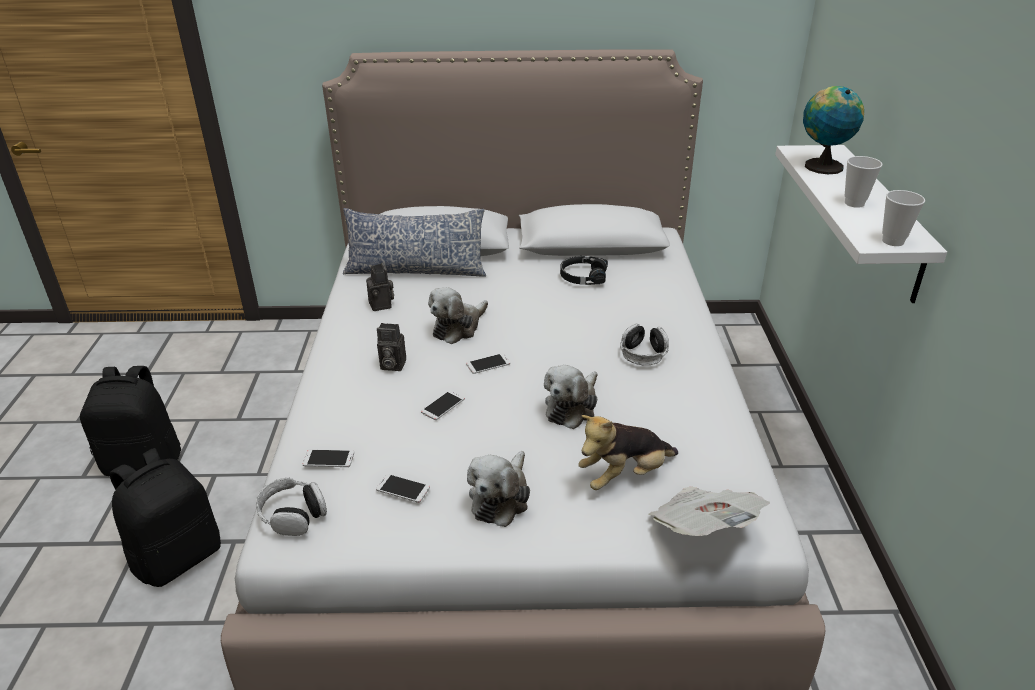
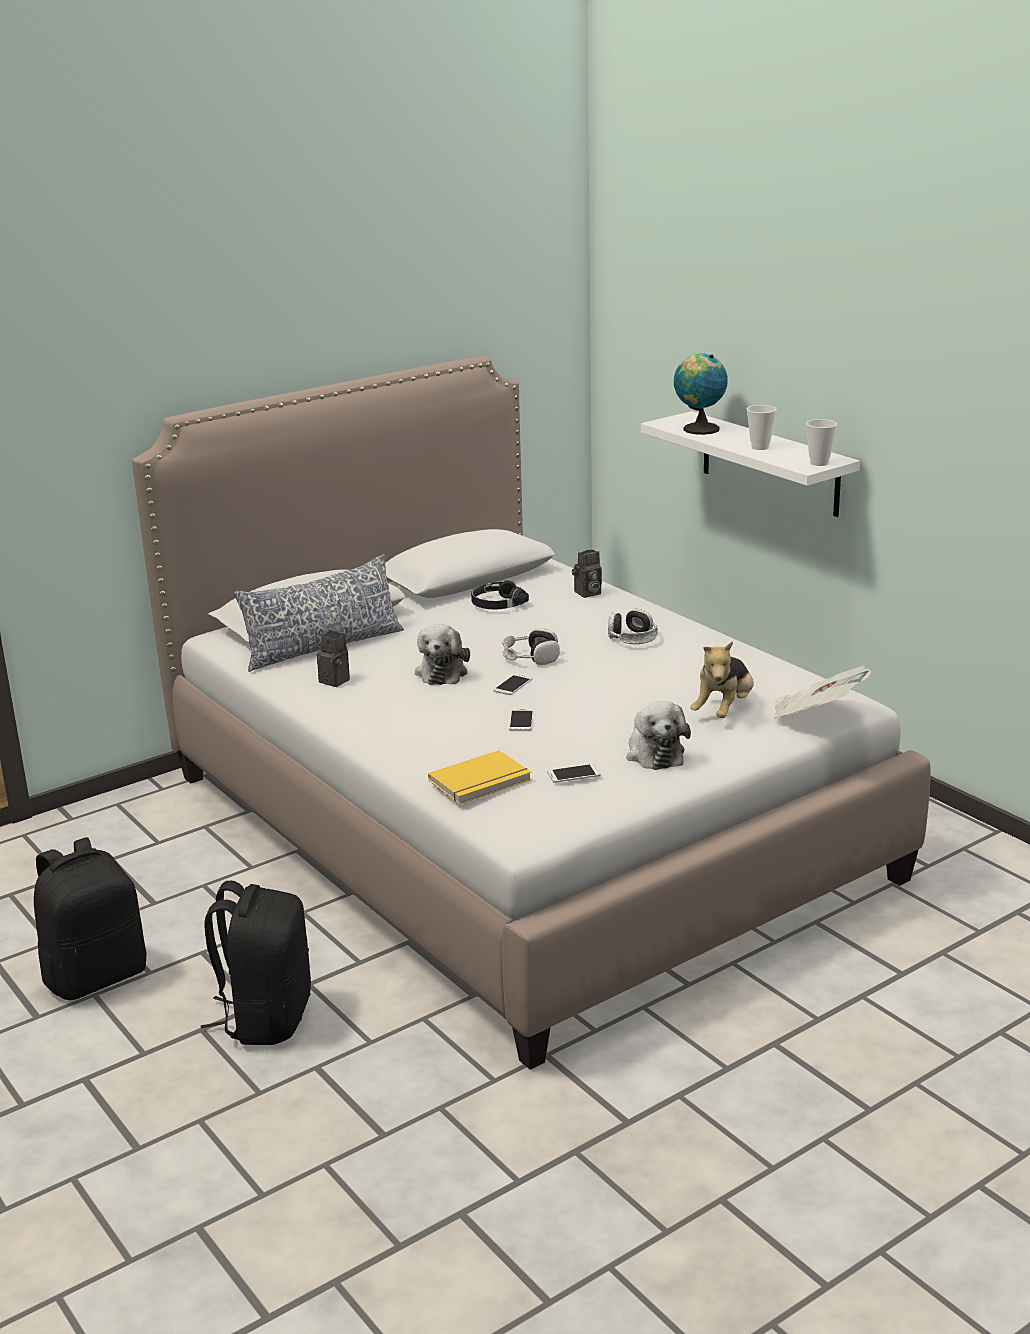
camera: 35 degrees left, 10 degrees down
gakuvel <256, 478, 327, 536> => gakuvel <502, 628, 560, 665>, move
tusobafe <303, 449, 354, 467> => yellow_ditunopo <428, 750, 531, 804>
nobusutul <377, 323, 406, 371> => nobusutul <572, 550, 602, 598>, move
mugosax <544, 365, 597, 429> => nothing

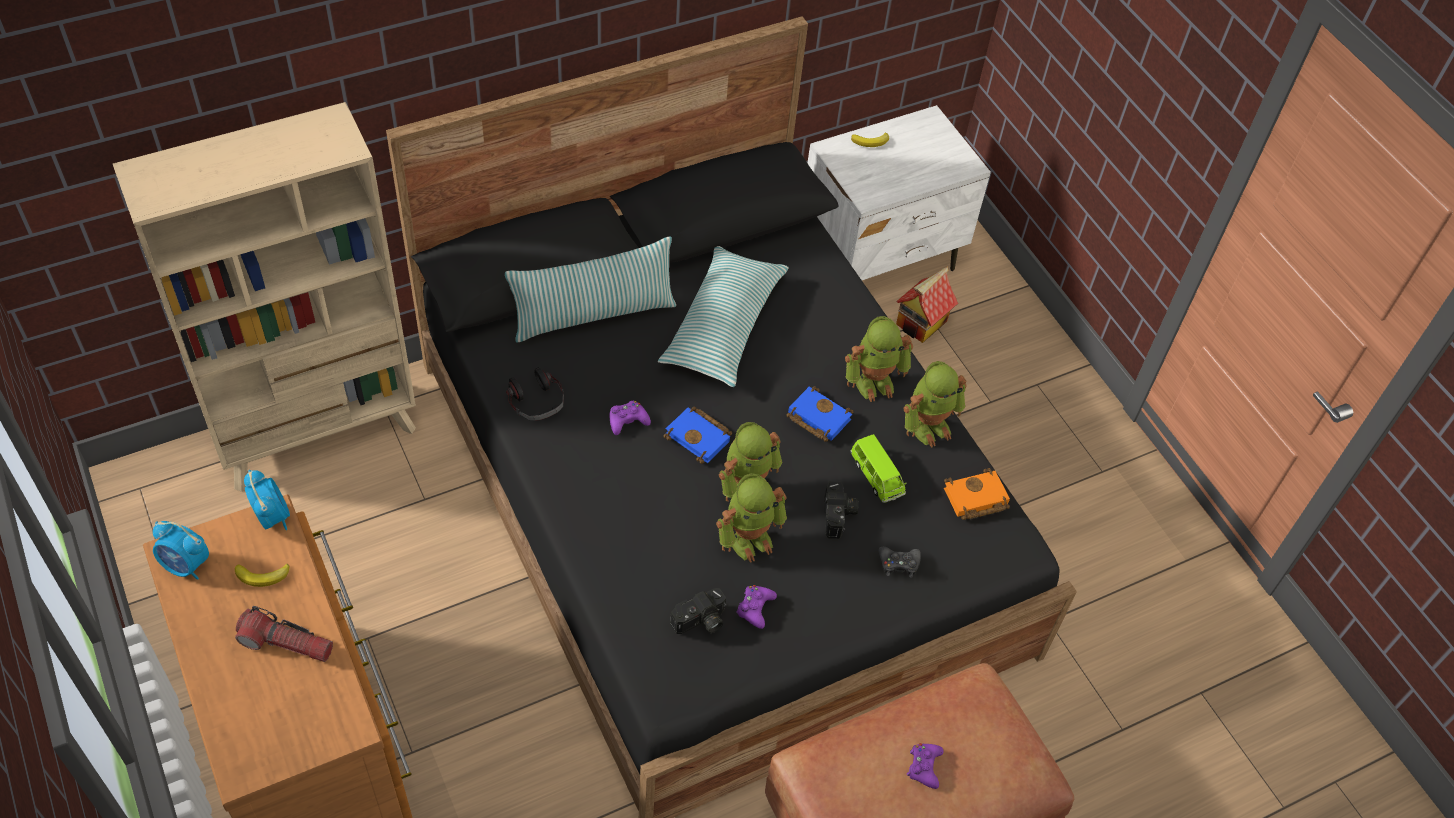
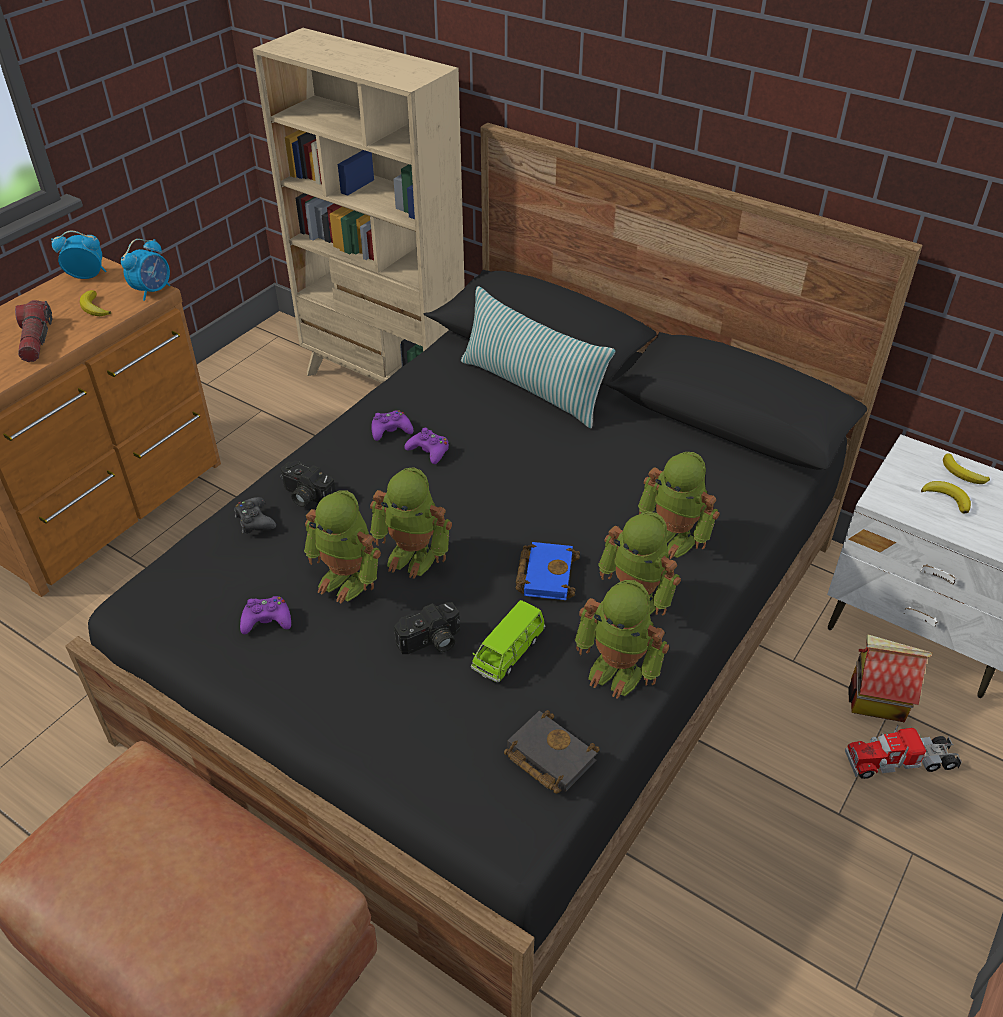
camera: 65 degrees right, 10 degrees down
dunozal <153, 521, 209, 580> => dunozal <51, 231, 106, 279>, 90 degrees clockwise
gakuvel <506, 367, 564, 421> => nothing
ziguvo <658, 246, 789, 387> => nothing
blue_ditunopo <663, 406, 732, 464> => nothing
nobusutul <670, 588, 726, 634> => nobusutul <280, 461, 336, 507>, move
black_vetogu <879, 547, 921, 578> => black_vetogu <234, 497, 276, 534>, move
purple_vetogu <907, 743, 944, 789> => purple_vetogu <372, 410, 413, 441>, move
orange_ditunopo <944, 468, 1010, 520> => black_ditunopo <504, 710, 600, 794>
nothing => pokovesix <638, 452, 720, 559>
nothing => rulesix <845, 724, 962, 779>
nothing => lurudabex <921, 481, 971, 513>

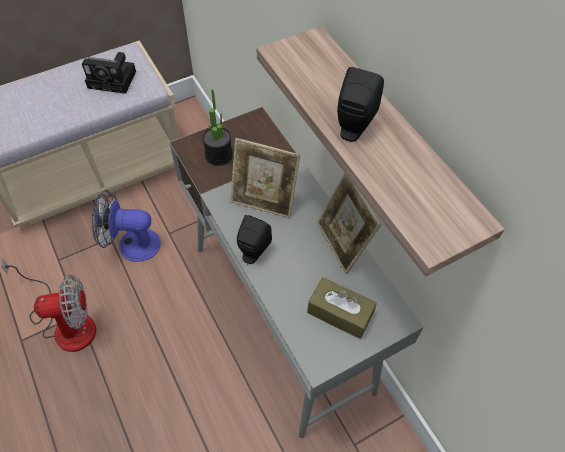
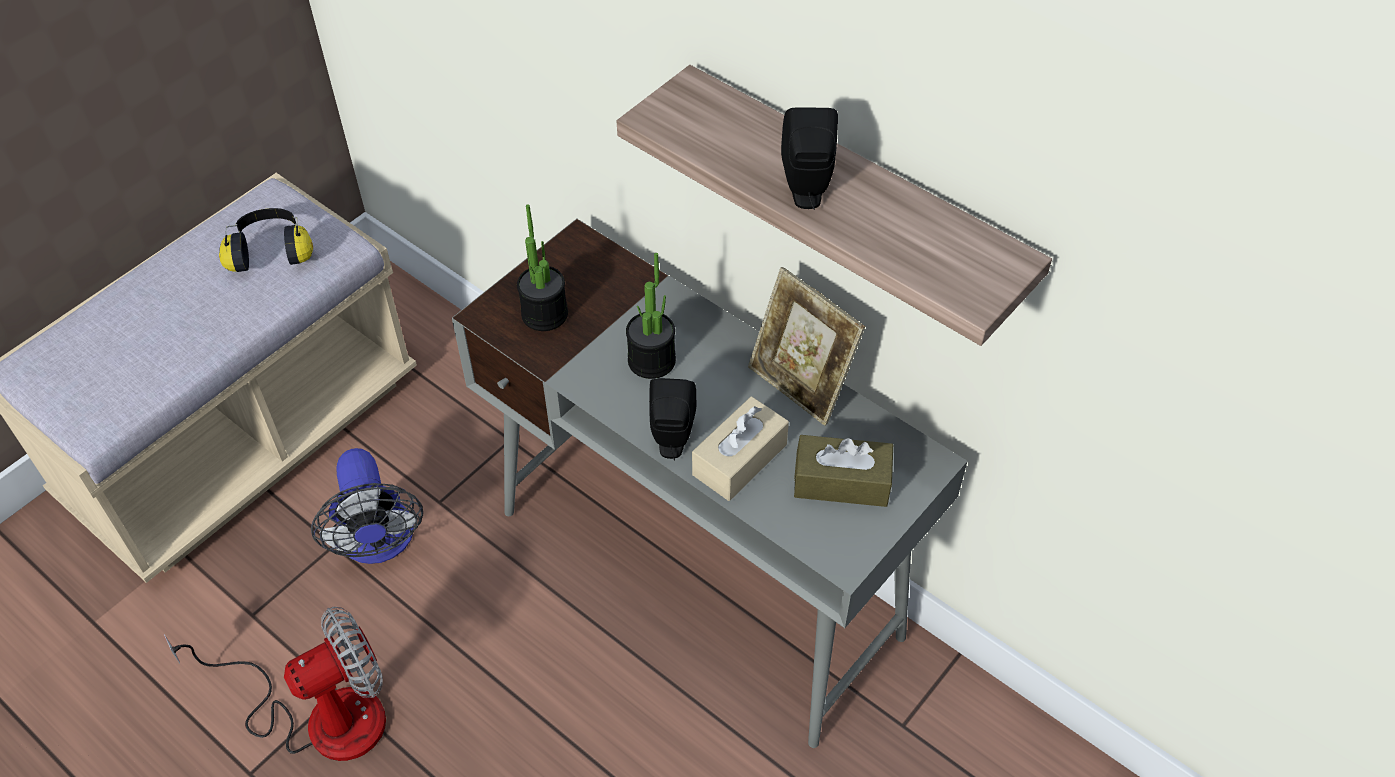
camera: 20 degrees left, 5 degrees down
nobusutul <82, 52, 136, 94> => gakuvel <219, 208, 313, 272>
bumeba <92, 190, 161, 262> => bumeba <311, 448, 423, 564>, 90 degrees counterclockwise
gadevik <230, 138, 301, 218> => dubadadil <626, 253, 676, 379>
nothing => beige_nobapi <692, 396, 789, 501>

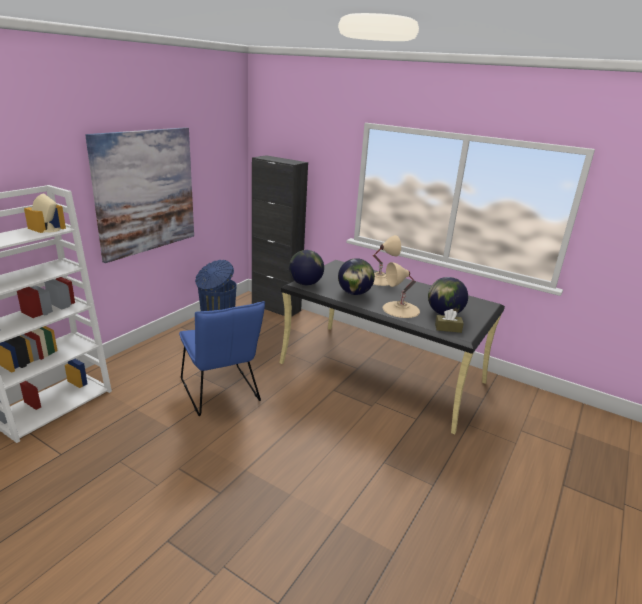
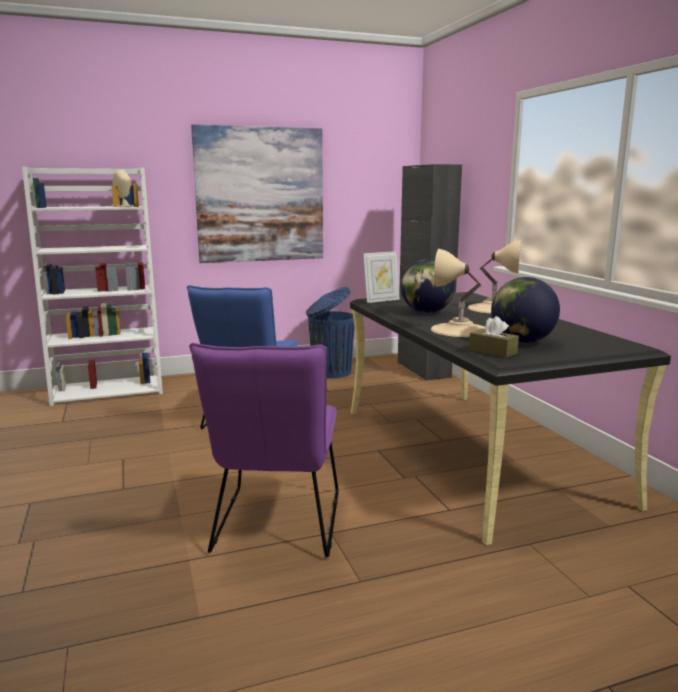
camera: 40 degrees right, 10 degrees down
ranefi <289, 250, 324, 285> => gadevik <363, 251, 400, 303>
nothing => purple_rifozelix <189, 343, 338, 557>

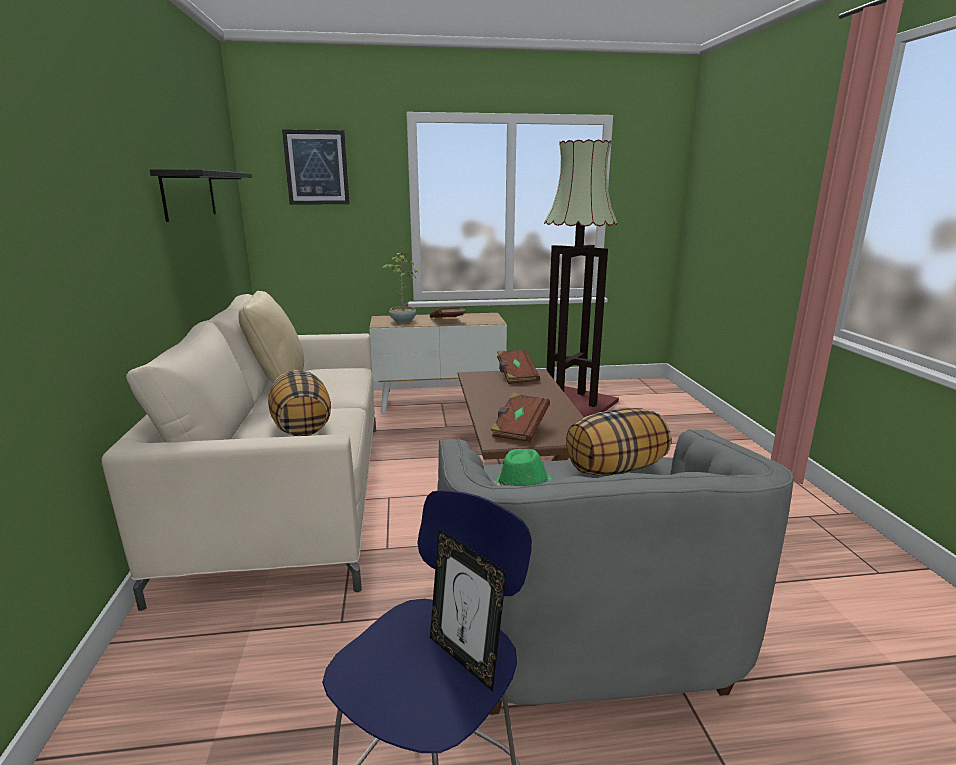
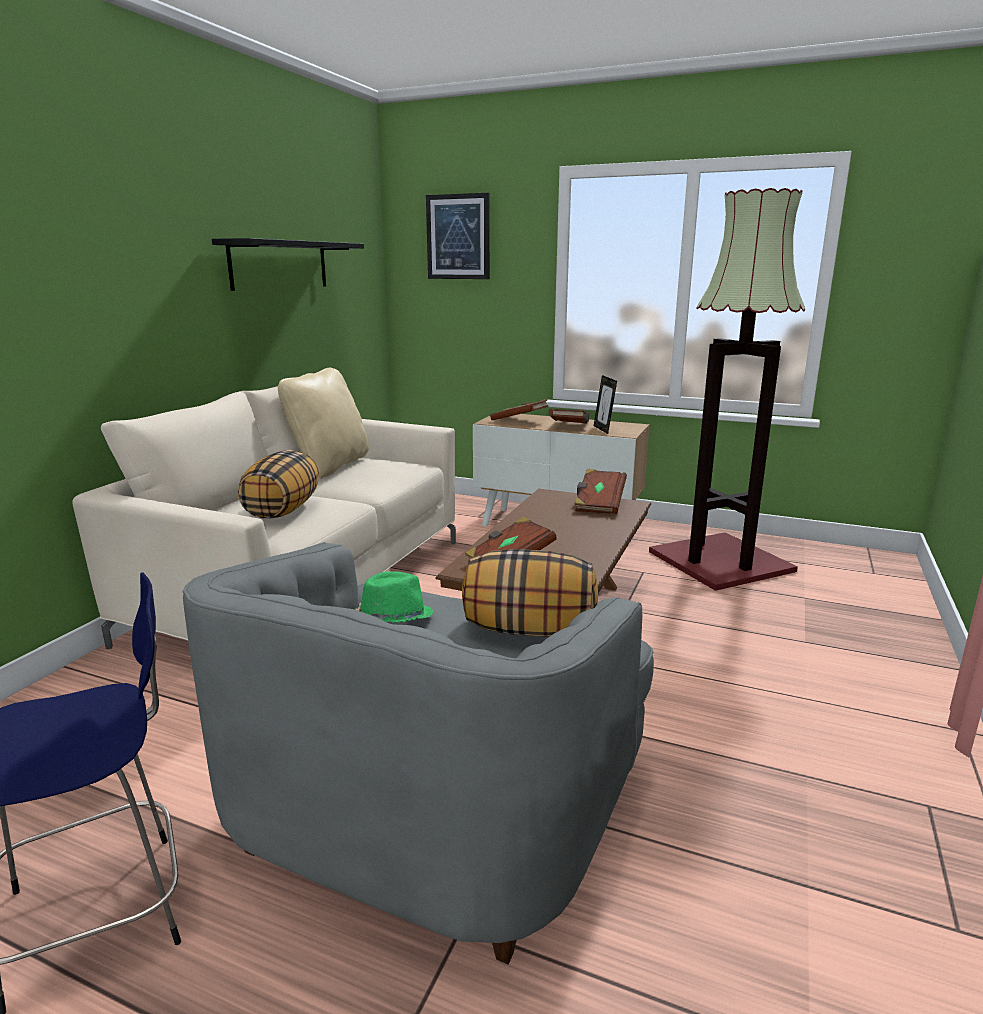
camera: 30 degrees right, 0 degrees up
dubadadil <382, 253, 418, 323> => brown_ditunopo <490, 399, 548, 420>
gadevik <430, 529, 507, 692> => gadevik <594, 375, 617, 434>, move

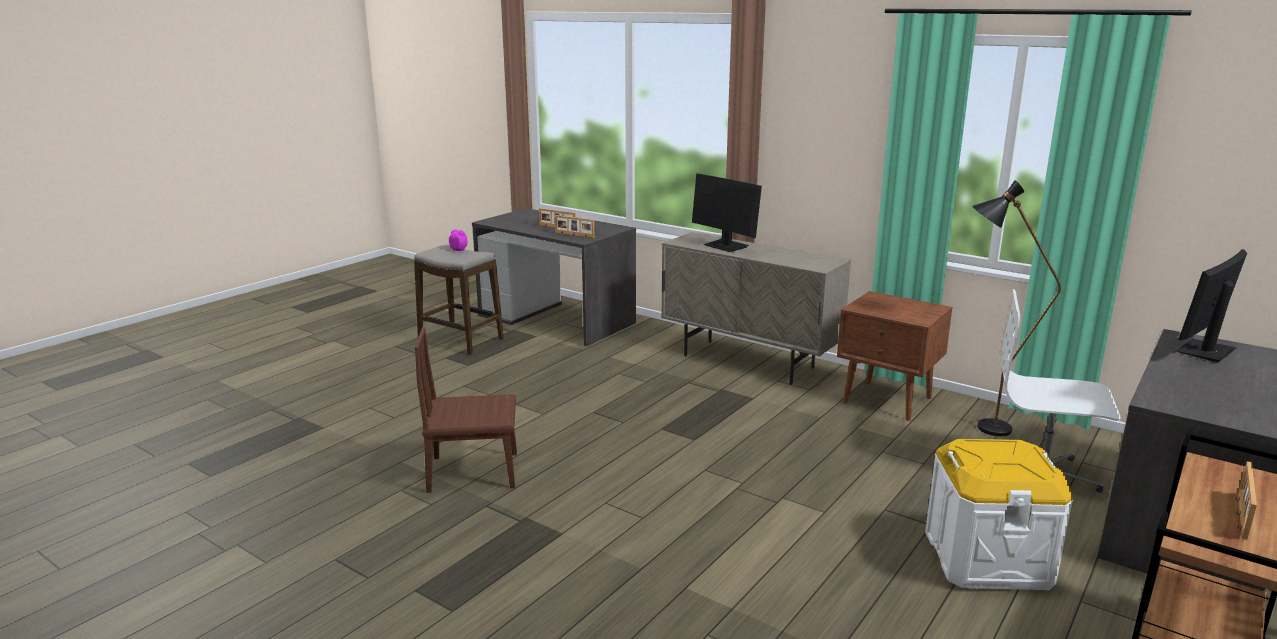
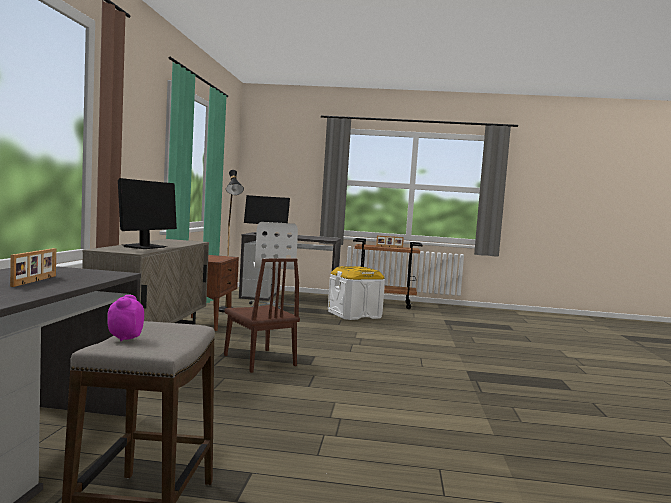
camera: 120 degrees left, 15 degrees down
brown_rifozelix <415, 327, 517, 493> => brown_rifozelix <224, 258, 300, 373>, move
gadevik <555, 215, 594, 238> => nothing

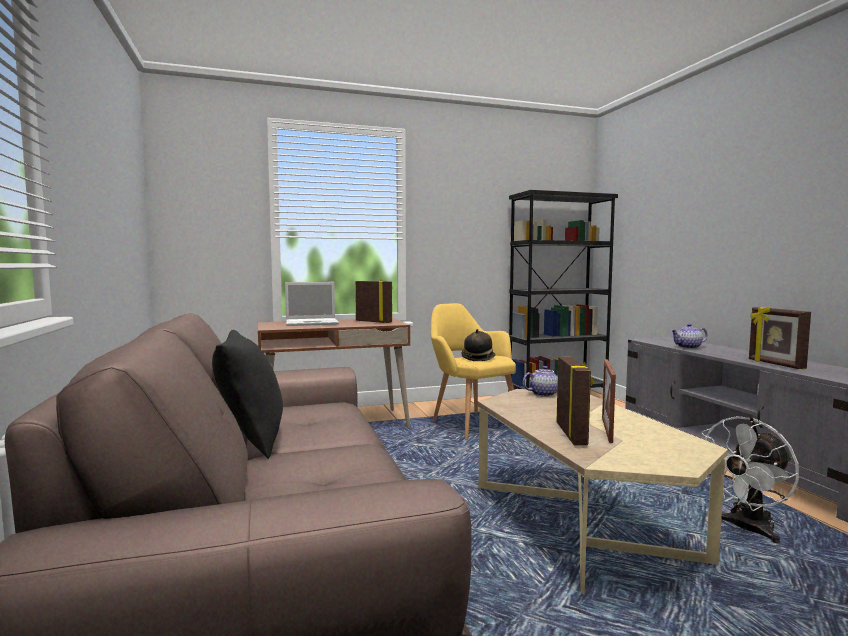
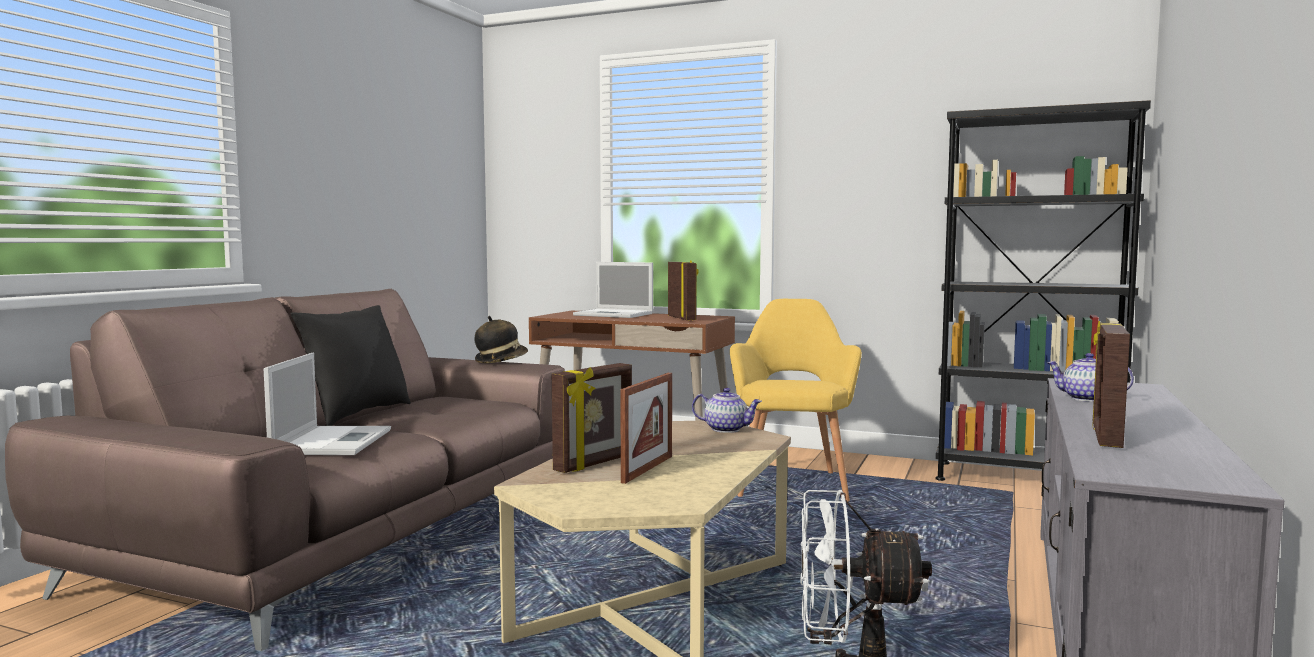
camera: 40 degrees right, 0 degrees up
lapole <462, 329, 496, 361> => lapole <475, 316, 528, 363>, move
gadevik <602, 359, 616, 443> => gadevik <620, 373, 672, 484>, 150 degrees clockwise
nothing => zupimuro <264, 353, 391, 455>

